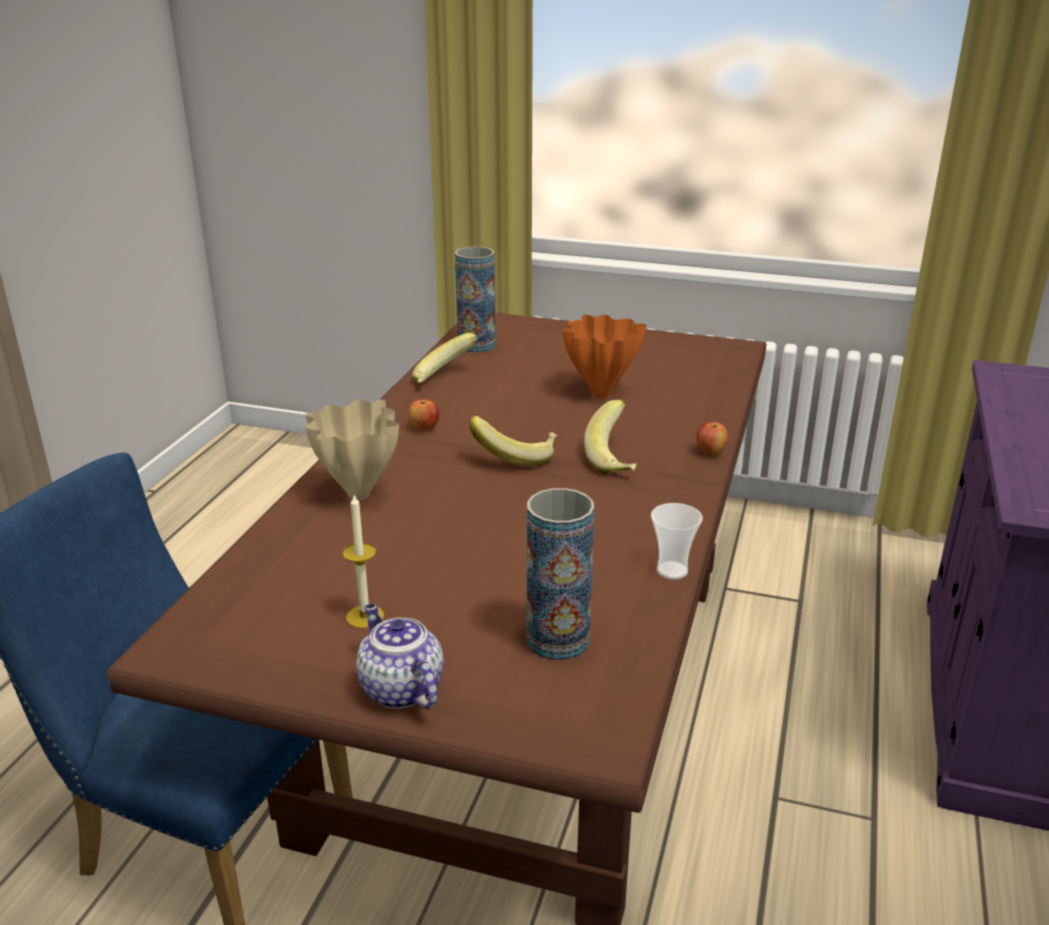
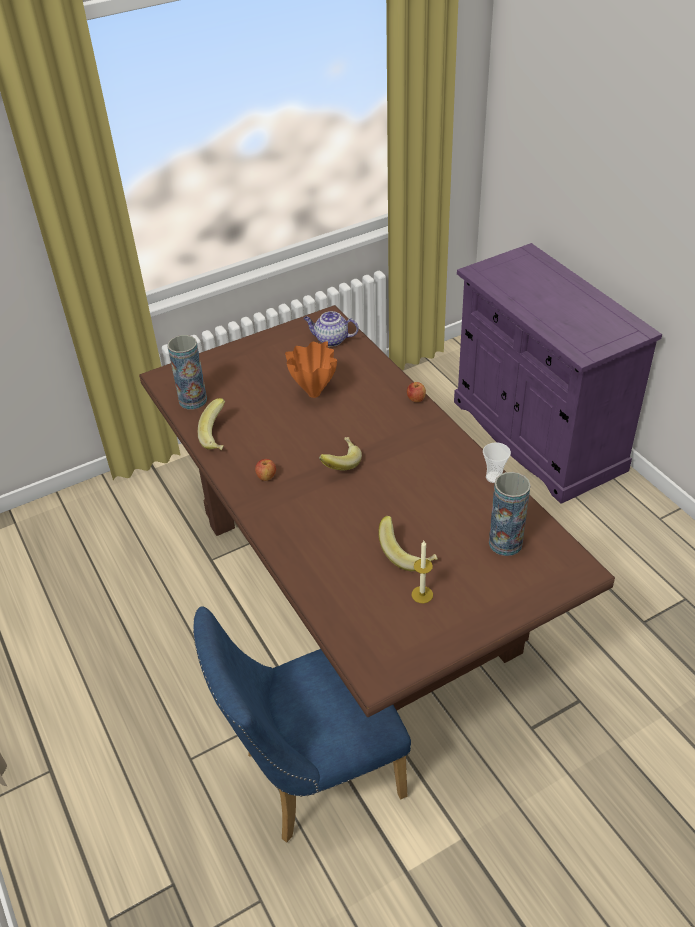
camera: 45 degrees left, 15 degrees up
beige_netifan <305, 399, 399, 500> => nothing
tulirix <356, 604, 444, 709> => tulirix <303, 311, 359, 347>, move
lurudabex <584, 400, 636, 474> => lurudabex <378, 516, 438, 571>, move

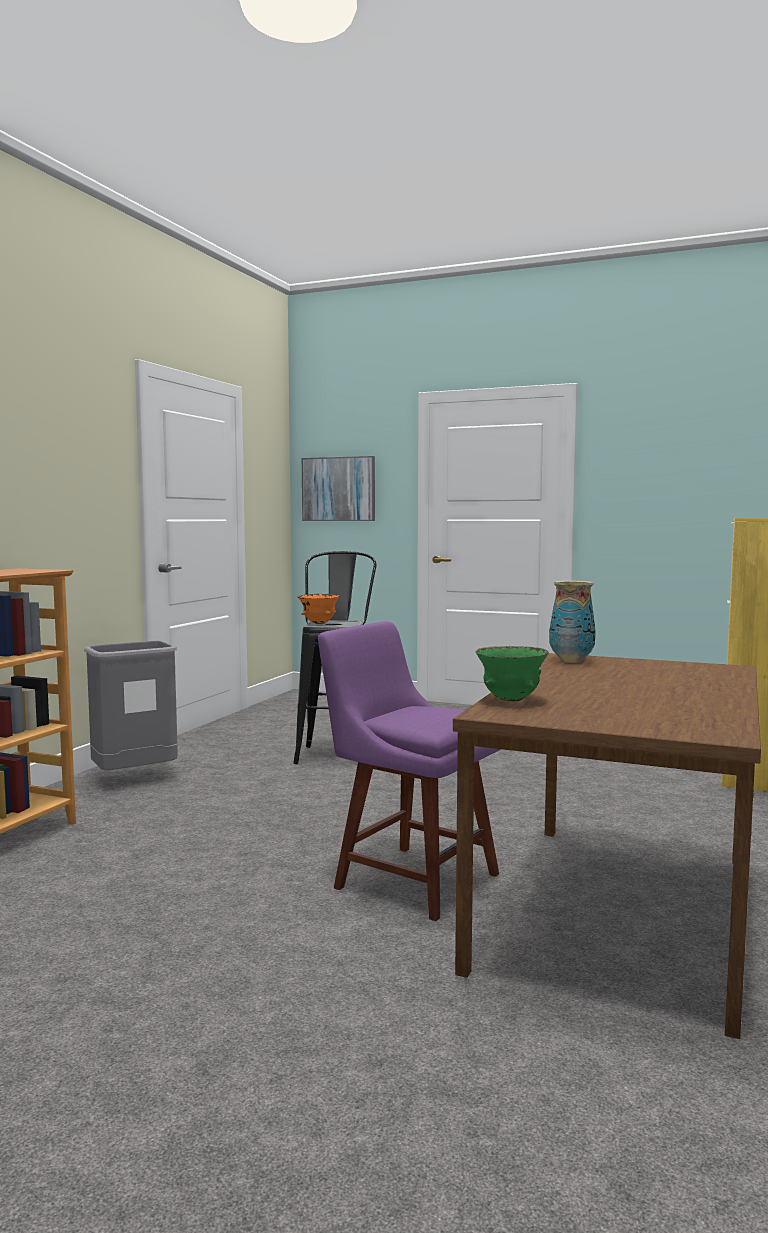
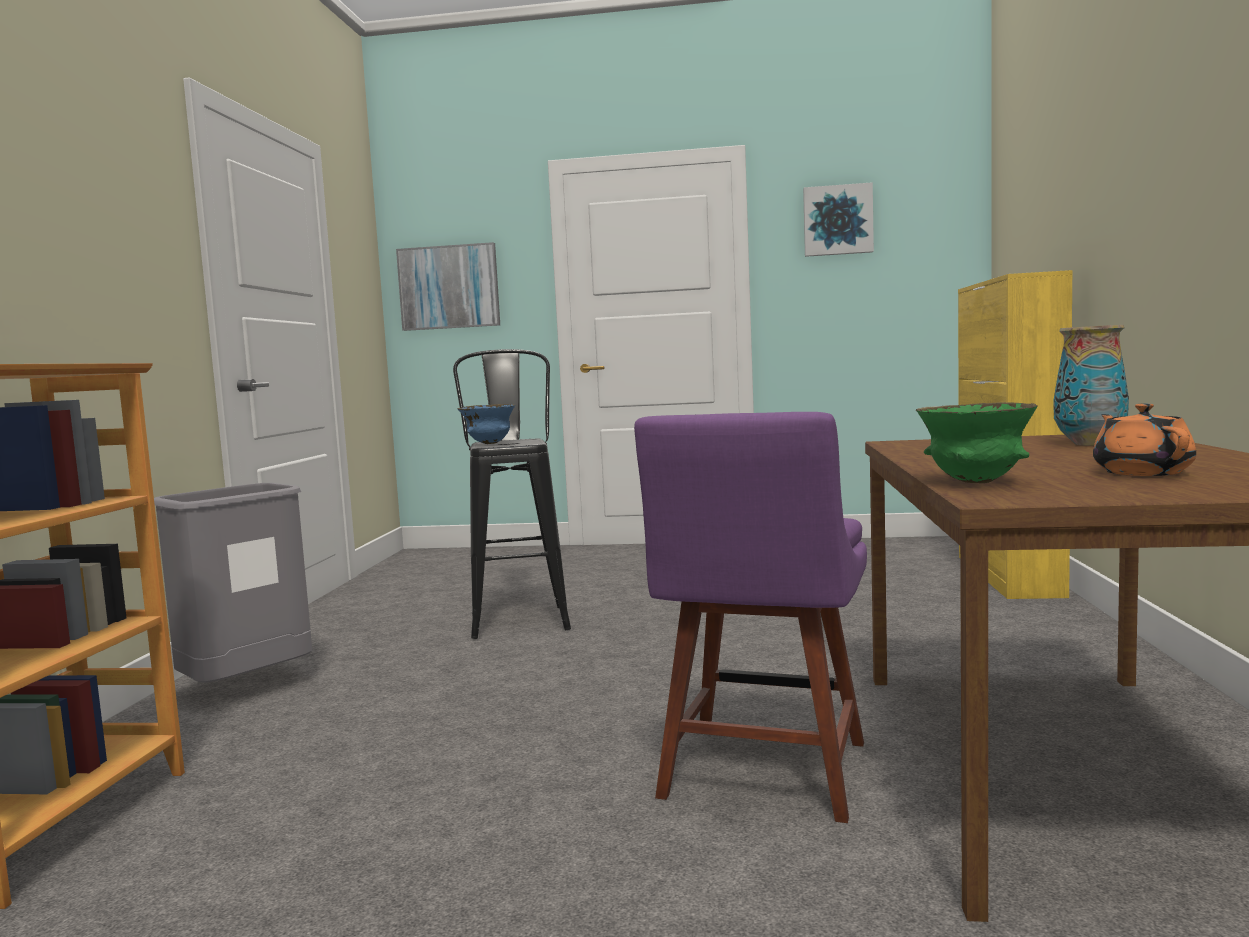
camera: 15 degrees left, 0 degrees up
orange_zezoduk <298, 594, 340, 624> => blue_zezoduk <457, 404, 515, 444>
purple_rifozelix <318, 621, 501, 921> => purple_rifozelix <634, 412, 867, 823>, 90 degrees counterclockwise
netifan <549, 580, 596, 663> => netifan <1053, 325, 1129, 446>, move
nothing => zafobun <803, 182, 874, 257>
nothing => orange_tulirix <1093, 403, 1196, 476>

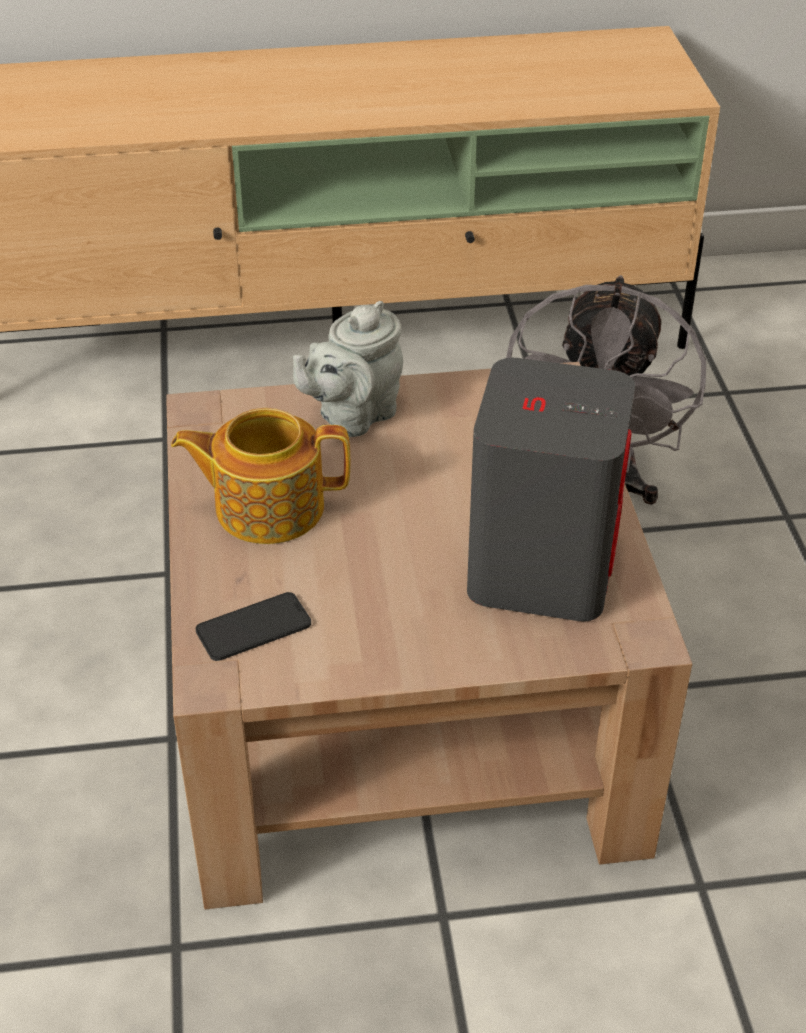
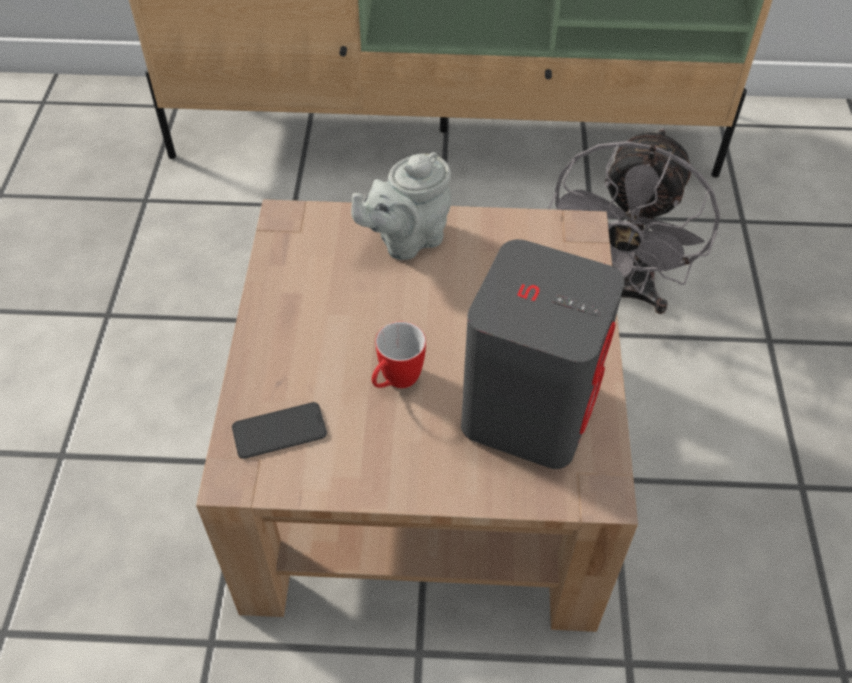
camera: 10 degrees right, 10 degrees up
tulirix <171, 408, 350, 544> => nothing
nothing => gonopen <372, 321, 426, 388>

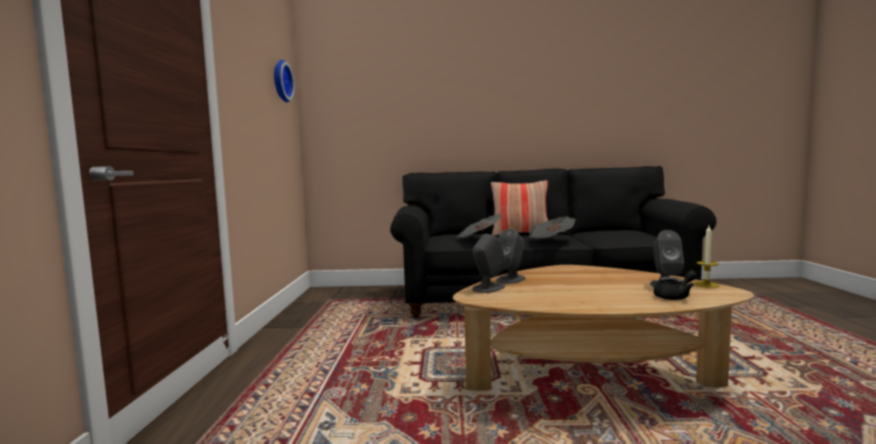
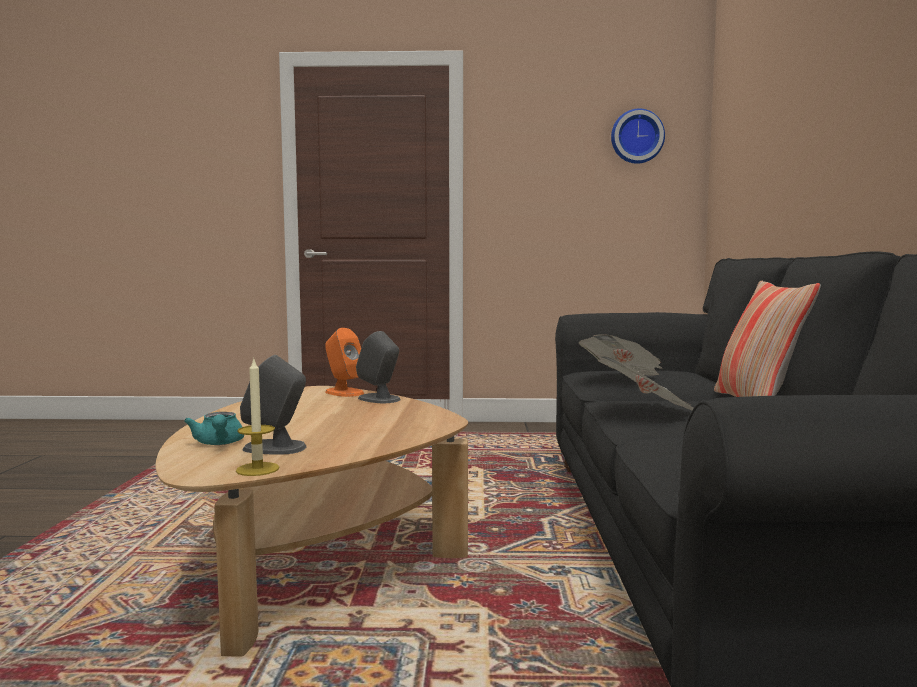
camera: 90 degrees right, 0 degrees up
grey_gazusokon <472, 234, 506, 293> => orange_gazusokon <325, 328, 364, 397>
black_tulirix <654, 271, 697, 300> => turquoise_tulirix <184, 412, 244, 445>

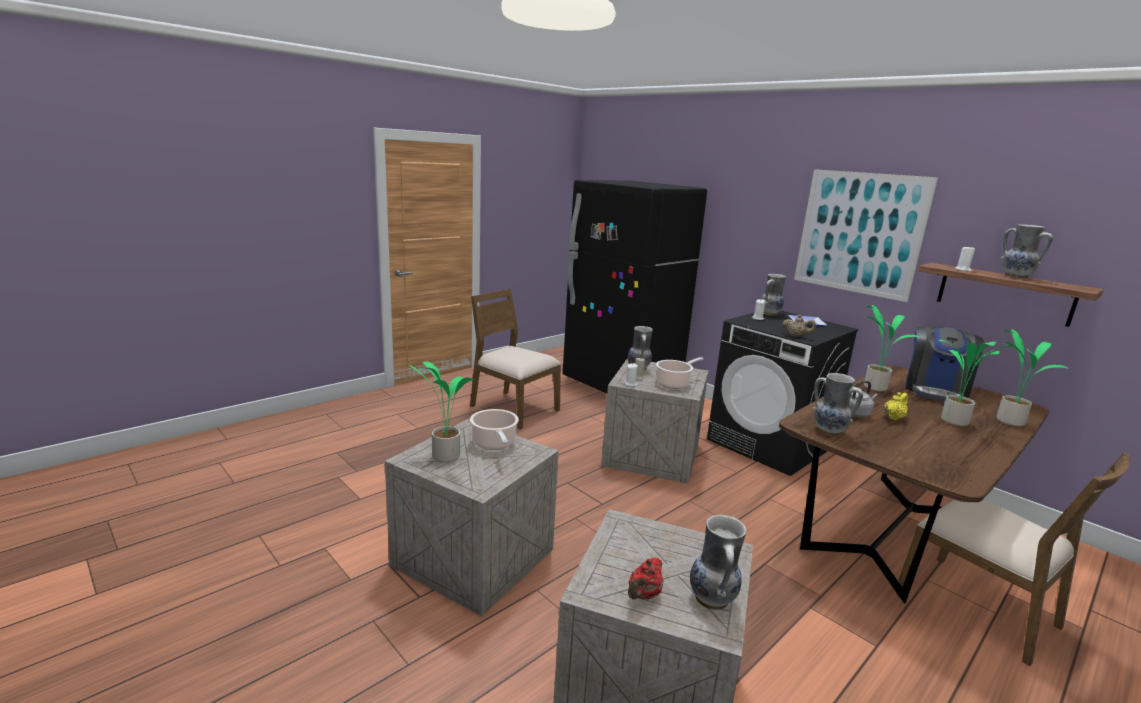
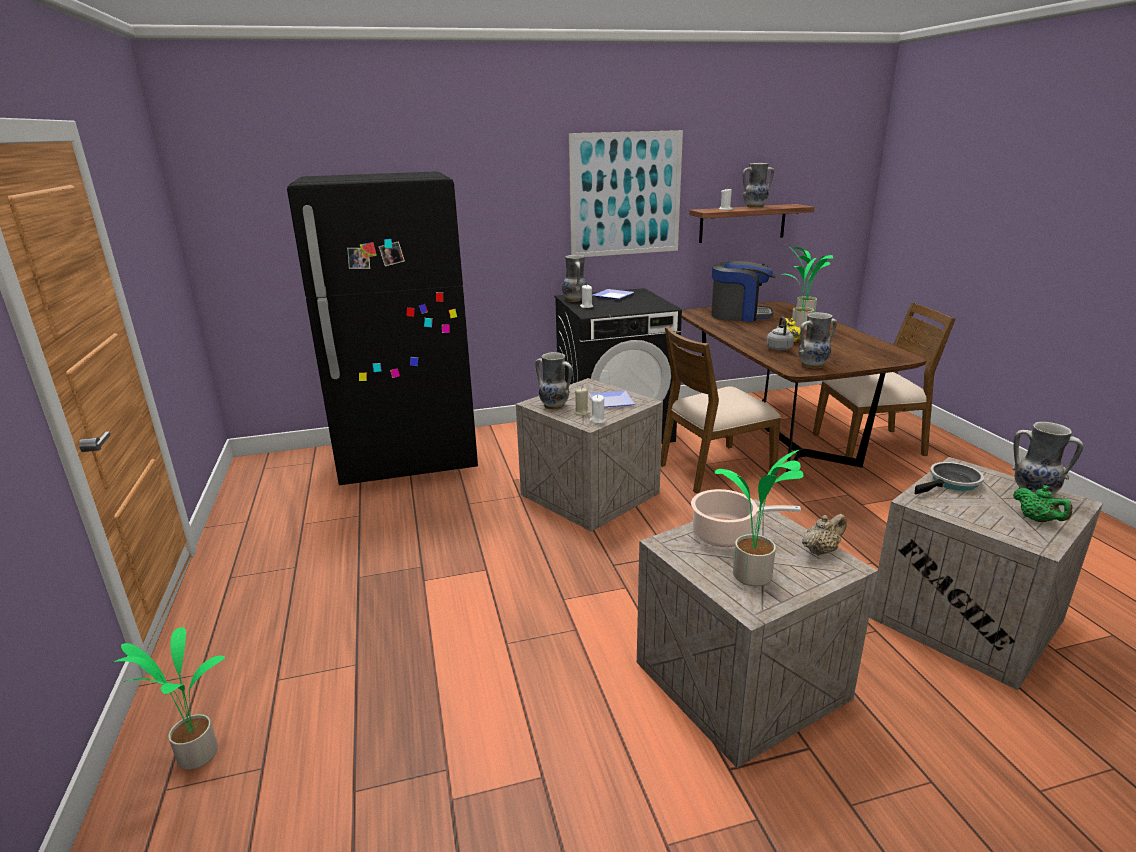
camera: 60 degrees left, 5 degrees up
brown_rifozelix <470, 288, 561, 429> => brown_rifozelix <661, 326, 781, 493>, move
red_tulirix <628, 557, 663, 600> => green_tulirix <1013, 485, 1072, 522>
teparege <656, 357, 704, 389> => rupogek <589, 391, 635, 407>
beige_tulirix <782, 315, 816, 337> => beige_tulirix <802, 514, 847, 556>, move
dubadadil <864, 305, 918, 391> => dubadadil <112, 627, 225, 770>, move
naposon <905, 326, 984, 401> => naposon <711, 261, 776, 322>, 45 degrees counterclockwise
nothing => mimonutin <915, 462, 984, 495>

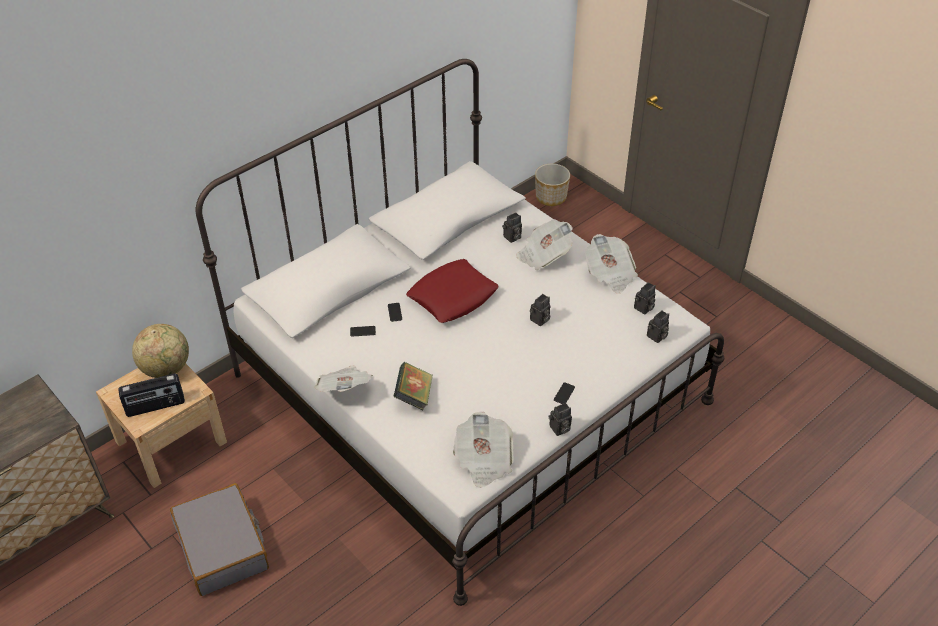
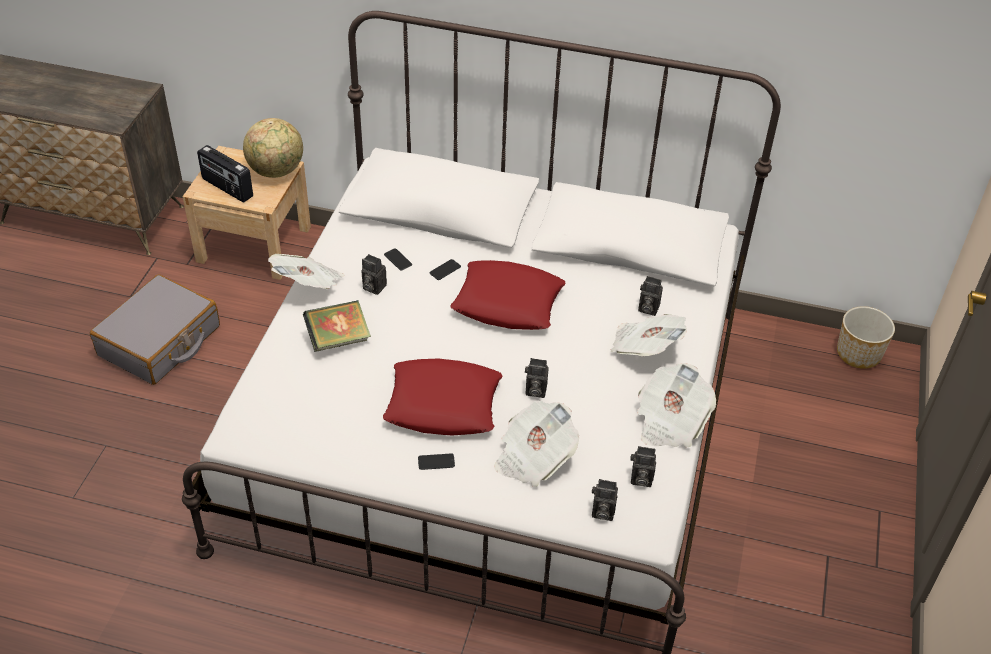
camera: 55 degrees right, 0 degrees up
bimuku <453, 412, 514, 488> => bimuku <494, 400, 579, 487>, move
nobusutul <548, 403, 572, 436> => nobusutul <361, 254, 387, 295>, move
nothing => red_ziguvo <383, 359, 502, 436>

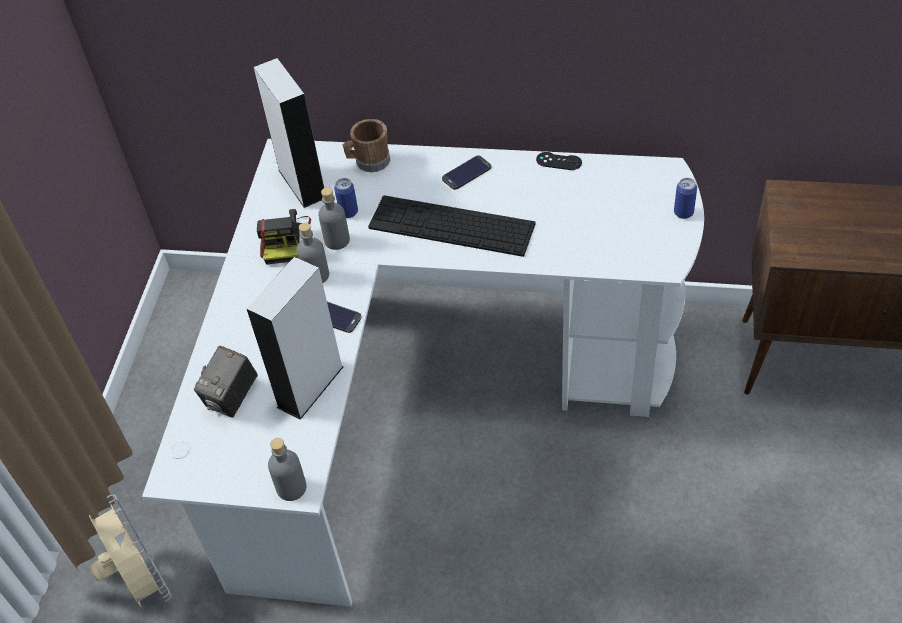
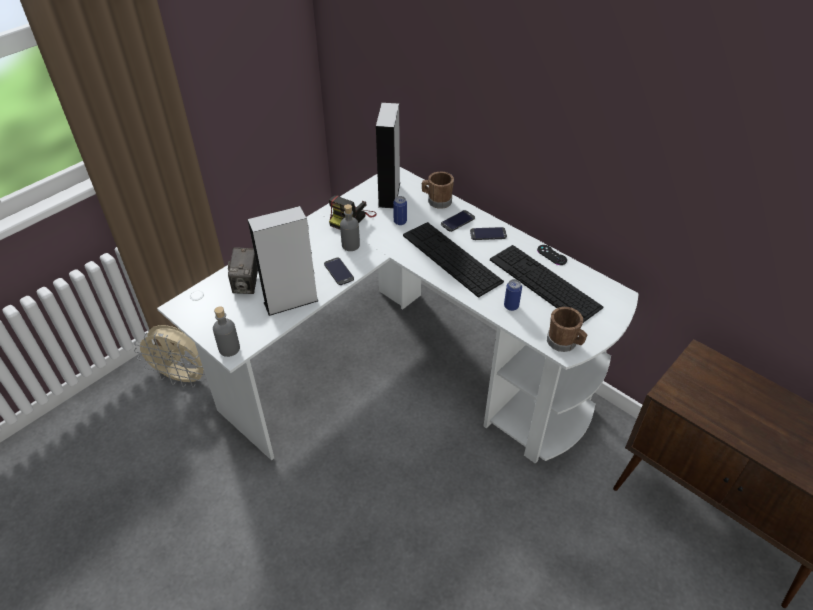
camera: 30 degrees right, 5 degrees down
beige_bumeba <89, 494, 172, 607> => beige_bumeba <134, 325, 206, 387>, 105 degrees clockwise
nobusutul <194, 346, 257, 418> => nobusutul <228, 247, 258, 294>, 60 degrees counterclockwise
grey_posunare <318, 187, 350, 250> => nothing
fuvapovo <674, 178, 697, 219> => fuvapovo <504, 279, 522, 311>, move
nothing => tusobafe <441, 210, 475, 232>
nothing => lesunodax <490, 245, 603, 323>
nothing => brown_gonopen <547, 307, 587, 352>

